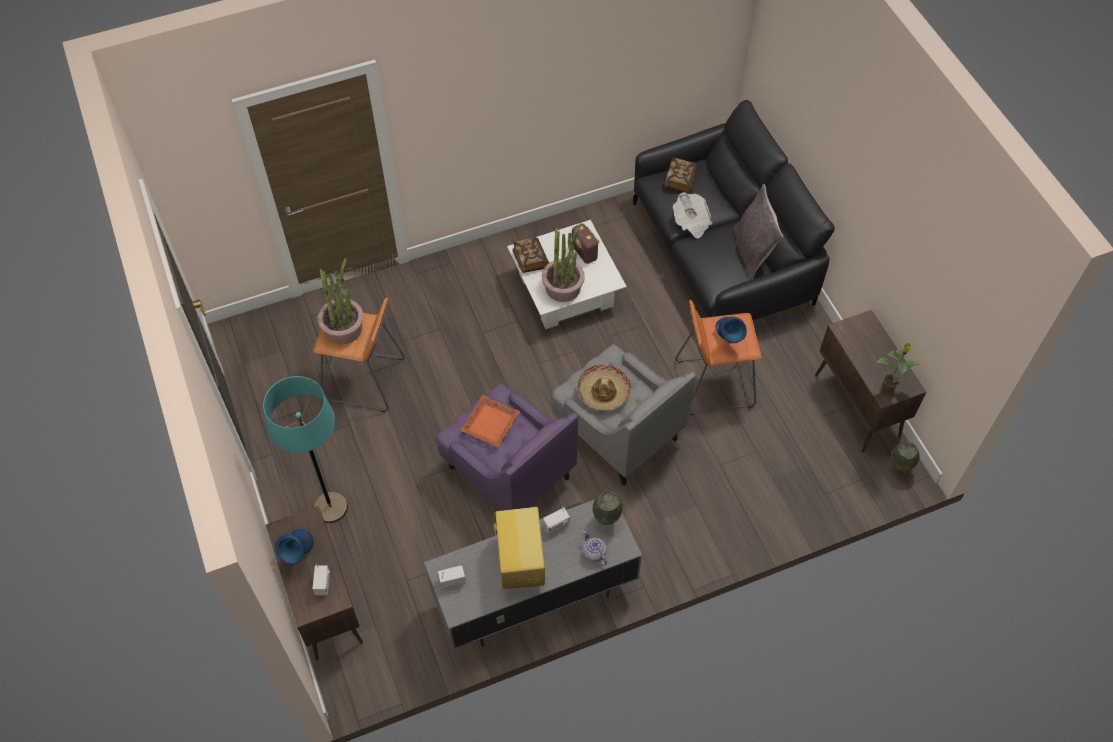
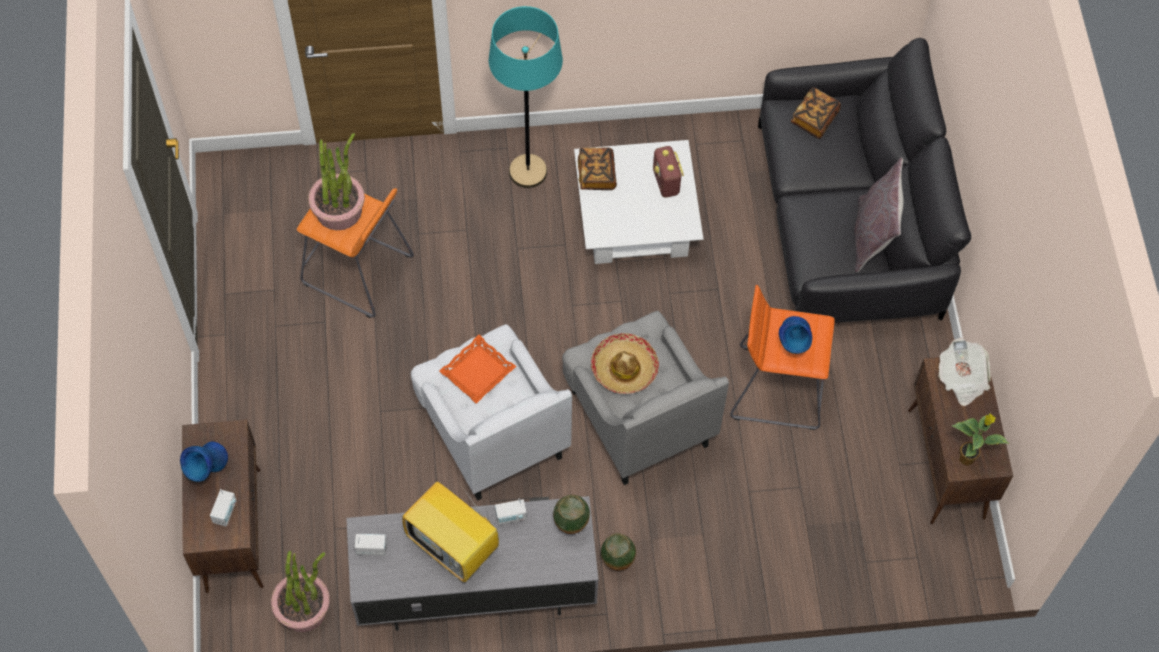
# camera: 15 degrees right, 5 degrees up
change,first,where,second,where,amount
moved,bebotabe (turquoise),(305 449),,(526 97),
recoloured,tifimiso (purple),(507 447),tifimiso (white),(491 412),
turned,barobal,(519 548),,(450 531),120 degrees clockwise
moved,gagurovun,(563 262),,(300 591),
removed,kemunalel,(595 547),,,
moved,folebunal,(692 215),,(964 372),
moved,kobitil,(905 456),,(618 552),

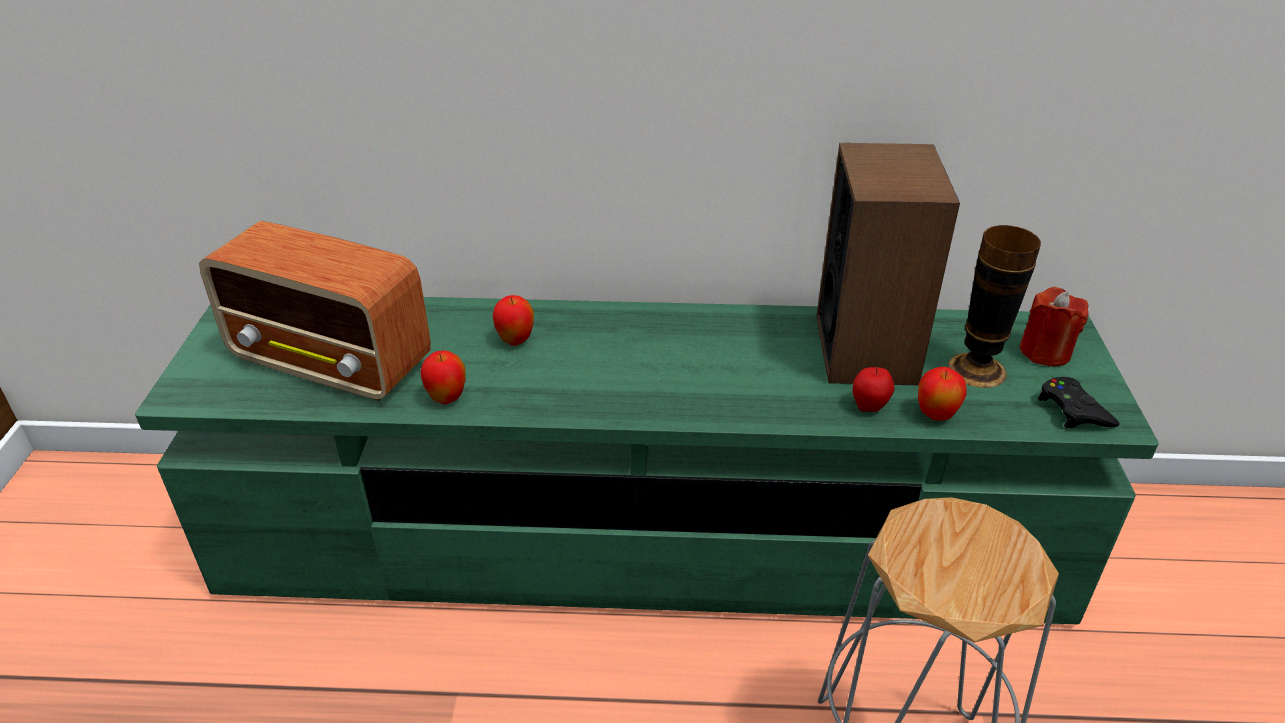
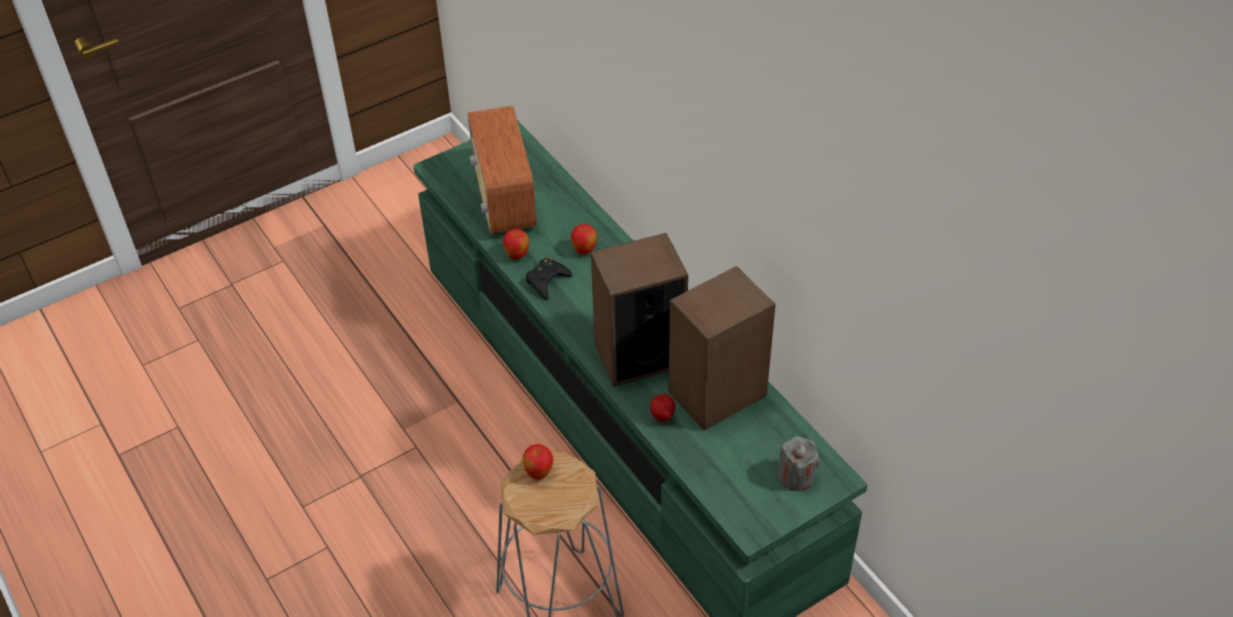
# camera: 55 degrees right, 10 degrees up
change,first,where,second,where,amount
moved,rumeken,(942 394),,(537 462),
removed,kobitil,(994 306),,,
recoloured,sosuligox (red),(1054 327),sosuligox (grey),(798 463),
moved,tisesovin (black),(1079 402),,(549 278),
added,,,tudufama,(639 310),

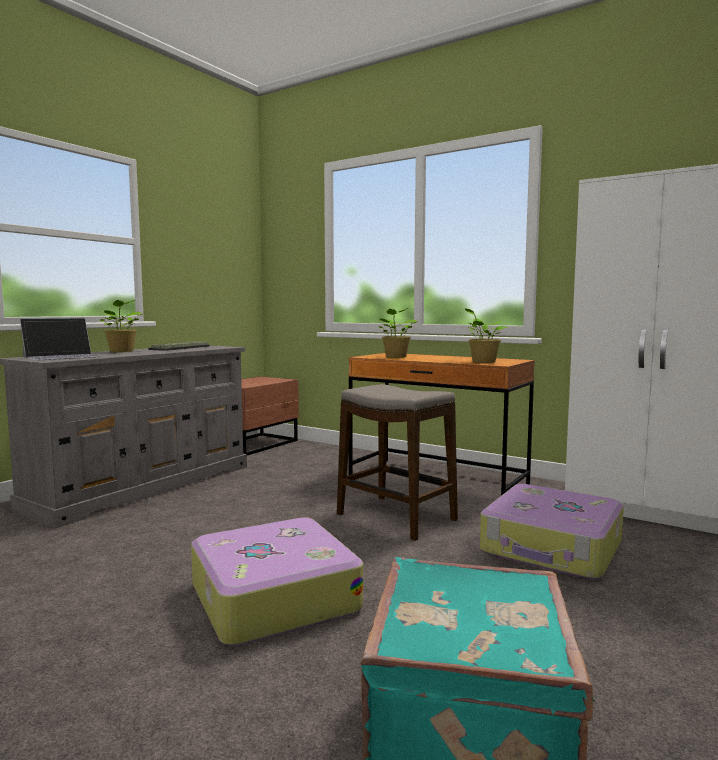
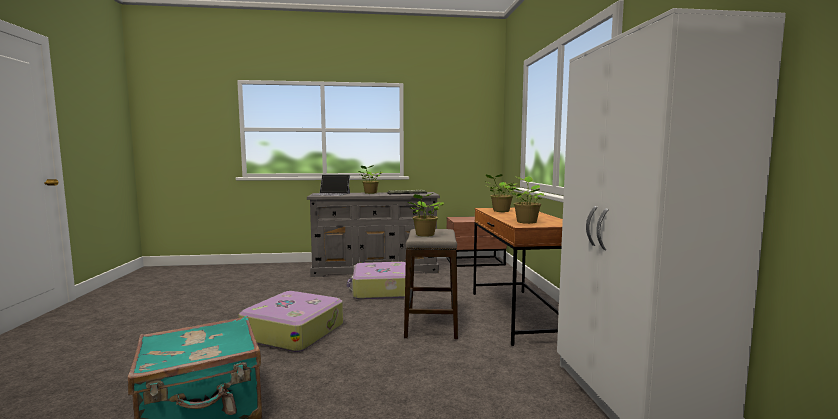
# camera: 50 degrees right, 0 degrees up
change,first,where,second,where,amount
moved,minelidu,(552 531),,(376 280),
added,,,gagurovun,(426 215),

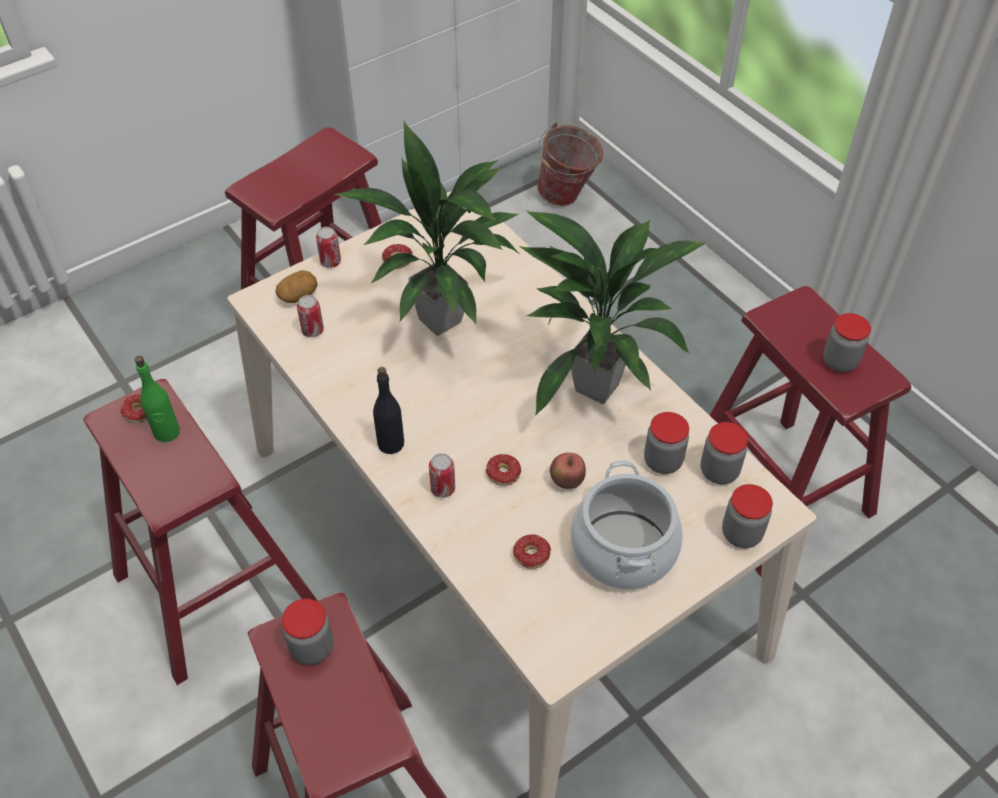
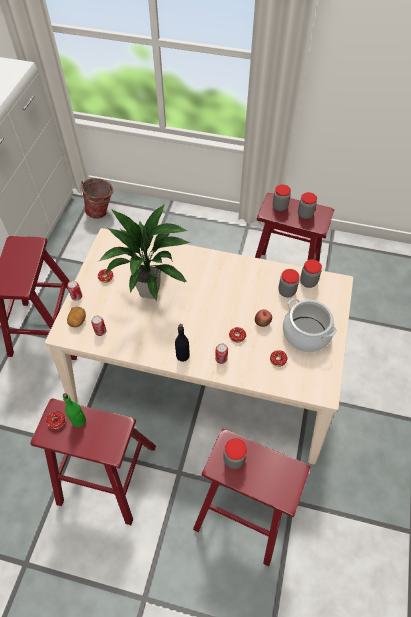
# camera: 40 degrees left, 5 degrees up
change,first,where,second,where,amount
removed,gagurovun,(613 313),,,
moved,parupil,(747 516),,(282 198),

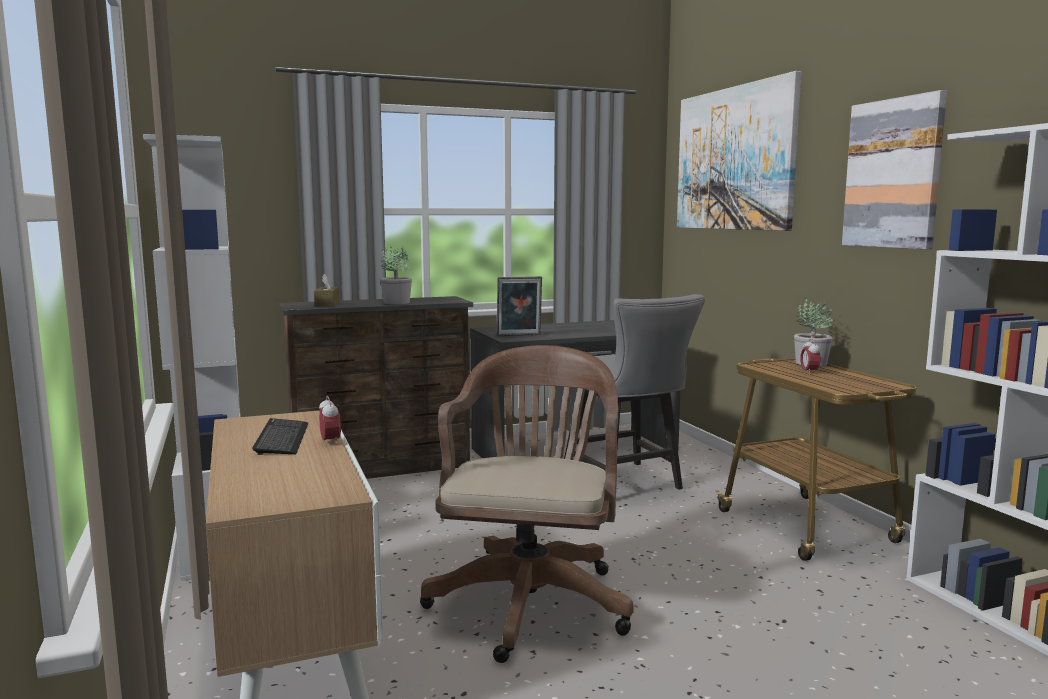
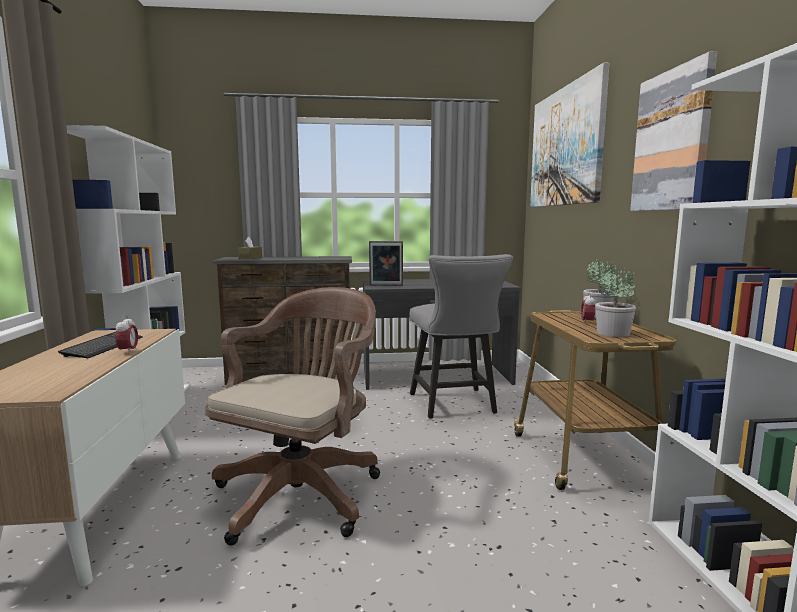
# camera: 15 degrees right, 0 degrees up
change,first,where,second,where,amount
moved,gagurovun,(396 274),,(615 301),

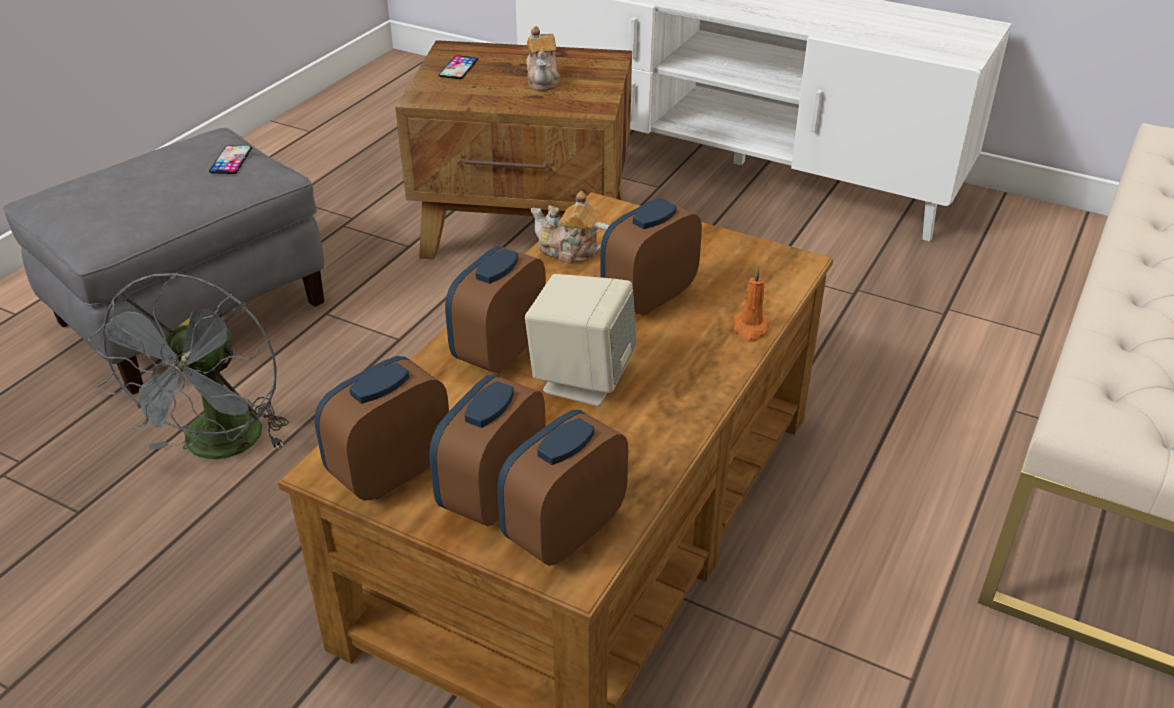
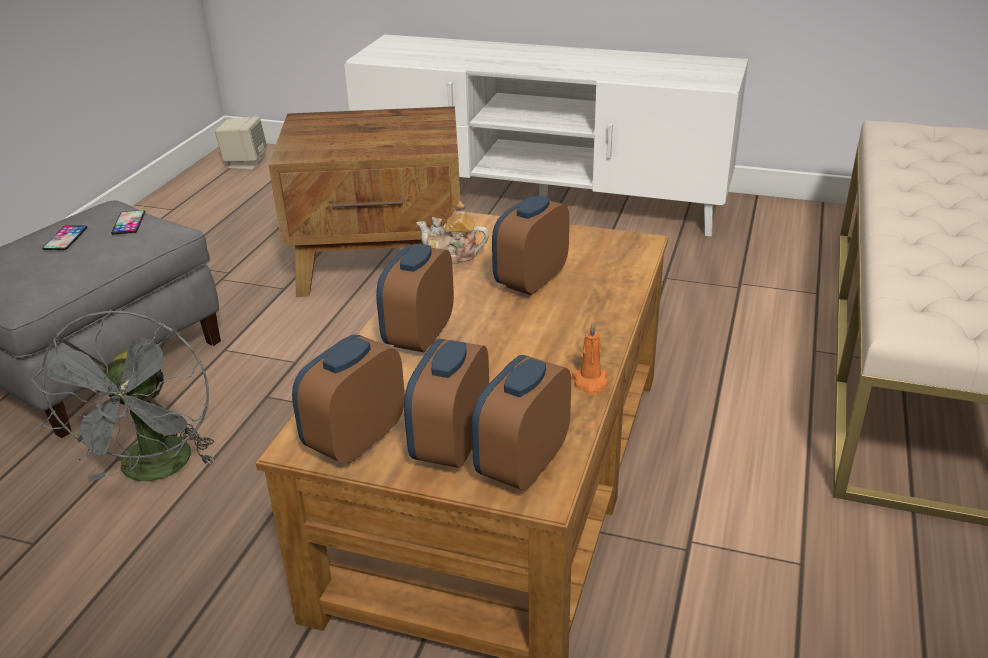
# camera: 10 degrees left, 5 degrees down
change,first,where,second,where,amount
moved,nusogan,(458 67),,(64 237),
moved,tudufama (beige),(581 340),,(241 143),
removed,kemunalel,(543 58),,,
moved,sosuligox (orange),(752 304),,(590 359),

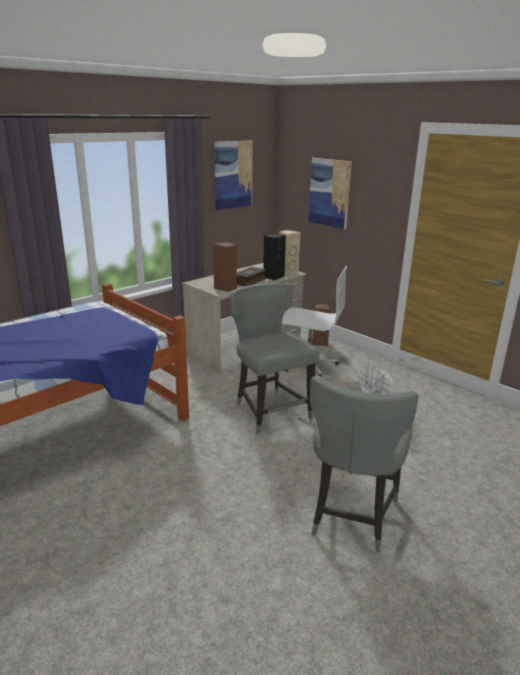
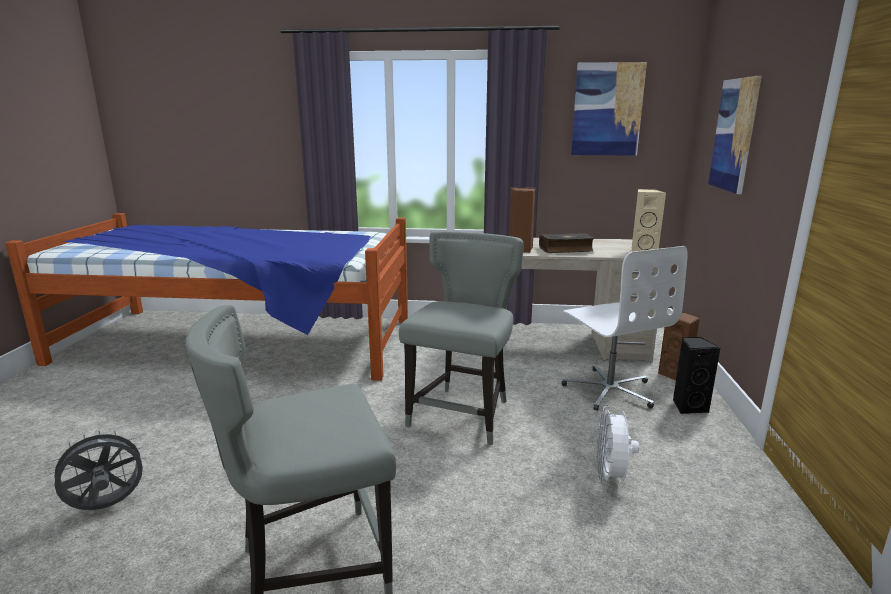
# camera: 50 degrees right, 5 degrees down
change,first,where,second,where,amount
moved,tudufama (black),(274 257),,(696 375),
added,,,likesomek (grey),(97 469),

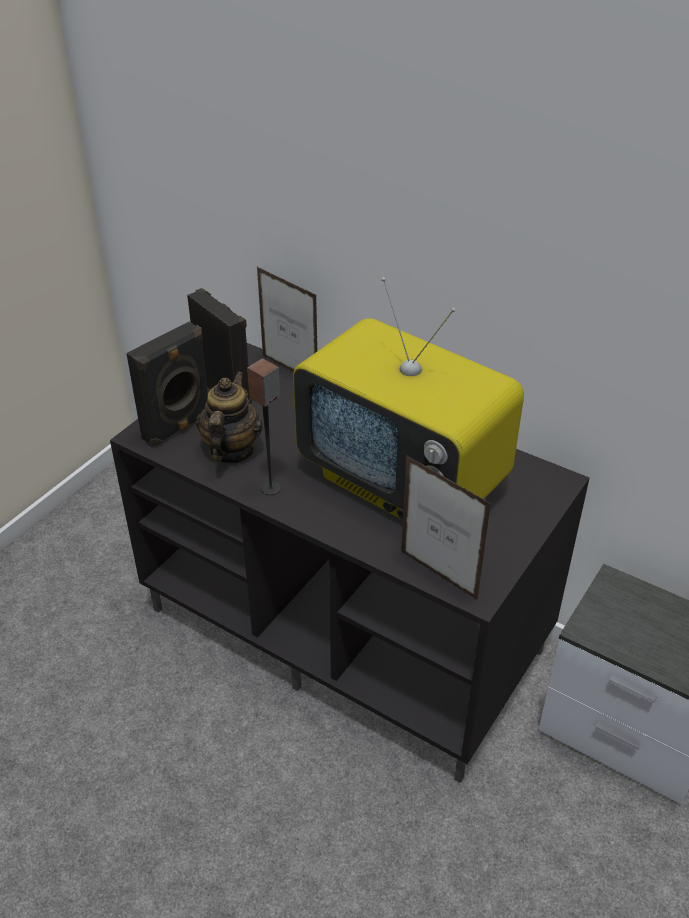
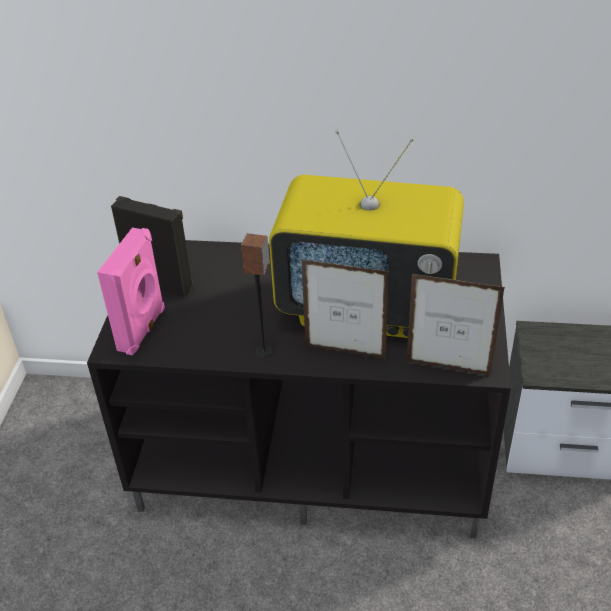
# camera: 25 degrees left, 0 degrees up
change,first,where,second,where,amount
recoloured,tudufama (black),(167 385),tudufama (pink),(131 291),
removed,kemunalel,(229 417),,,
moved,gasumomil,(287 319),,(345 308),

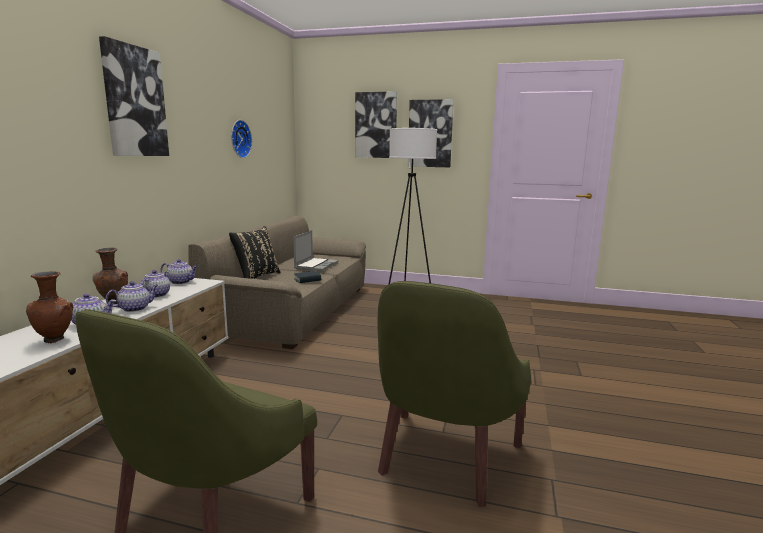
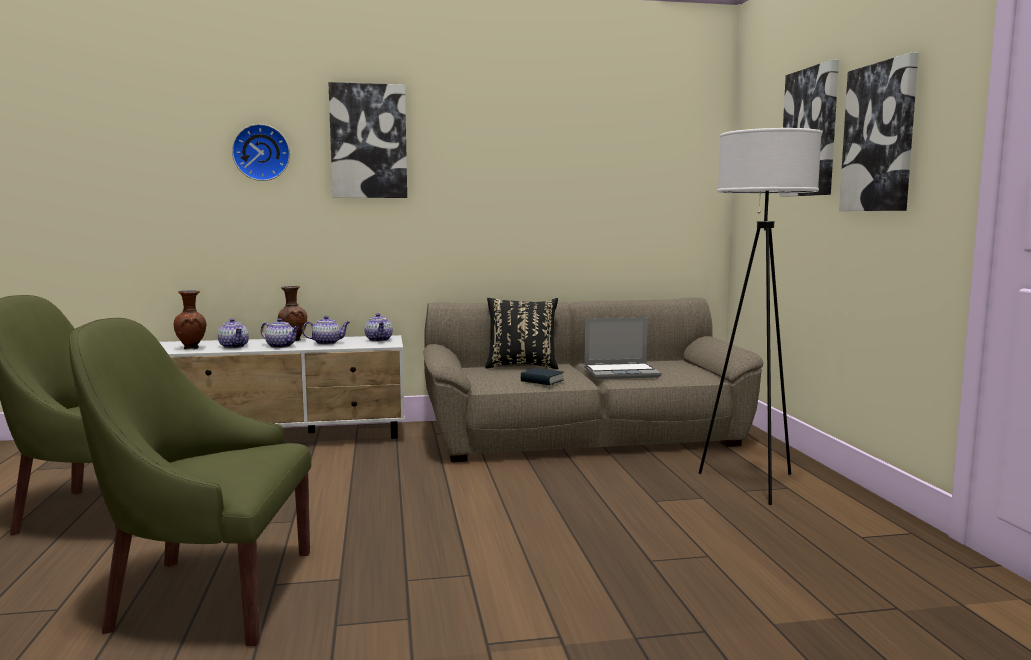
# camera: 65 degrees right, 5 degrees down
change,first,where,second,where,amount
moved,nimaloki,(241 139),,(261 152),

